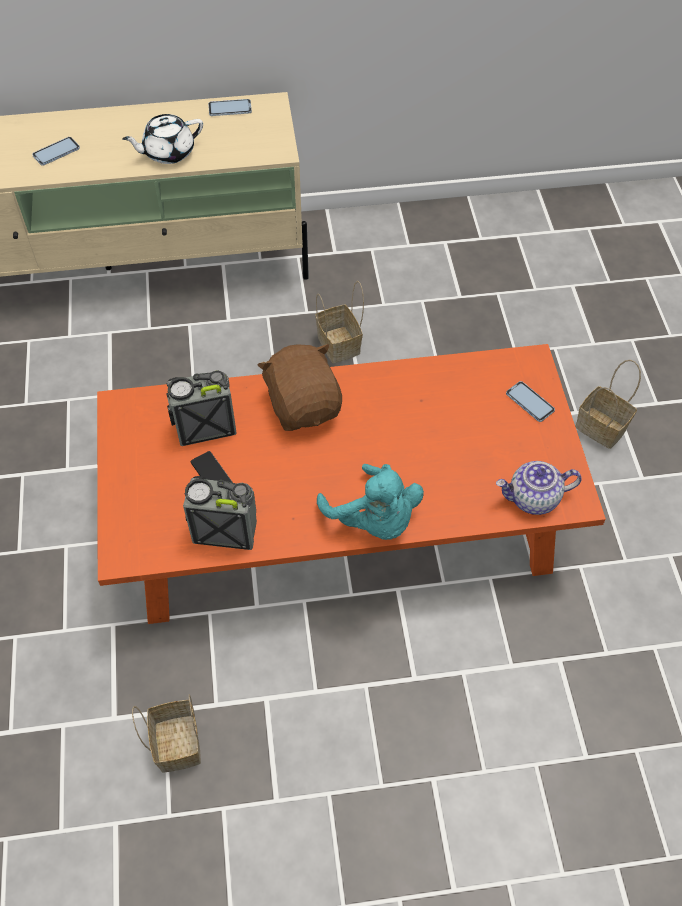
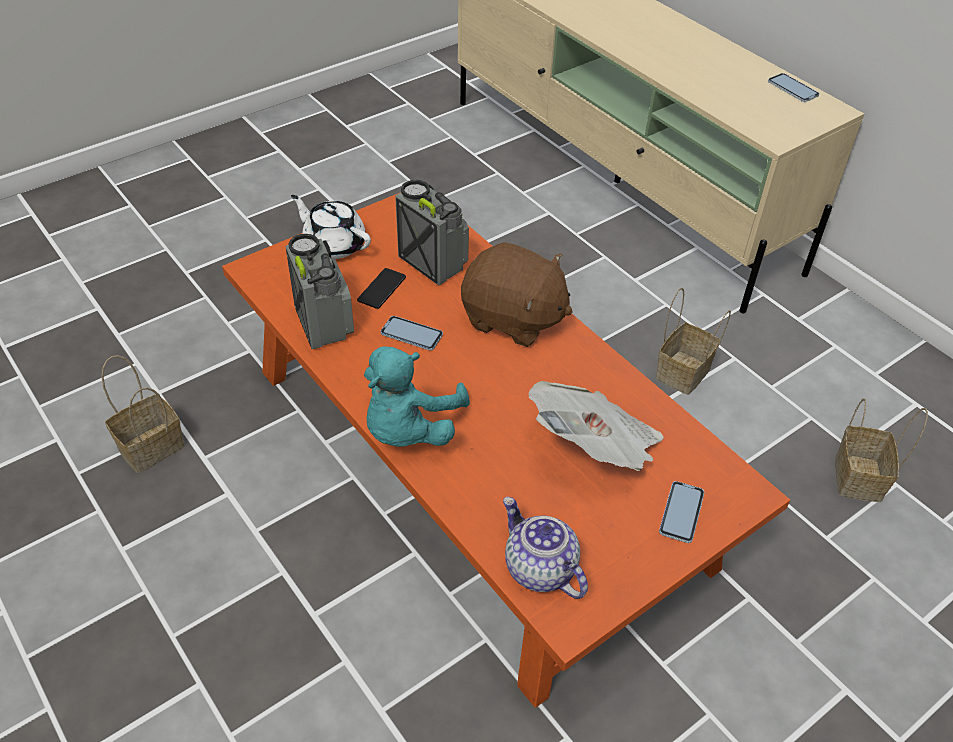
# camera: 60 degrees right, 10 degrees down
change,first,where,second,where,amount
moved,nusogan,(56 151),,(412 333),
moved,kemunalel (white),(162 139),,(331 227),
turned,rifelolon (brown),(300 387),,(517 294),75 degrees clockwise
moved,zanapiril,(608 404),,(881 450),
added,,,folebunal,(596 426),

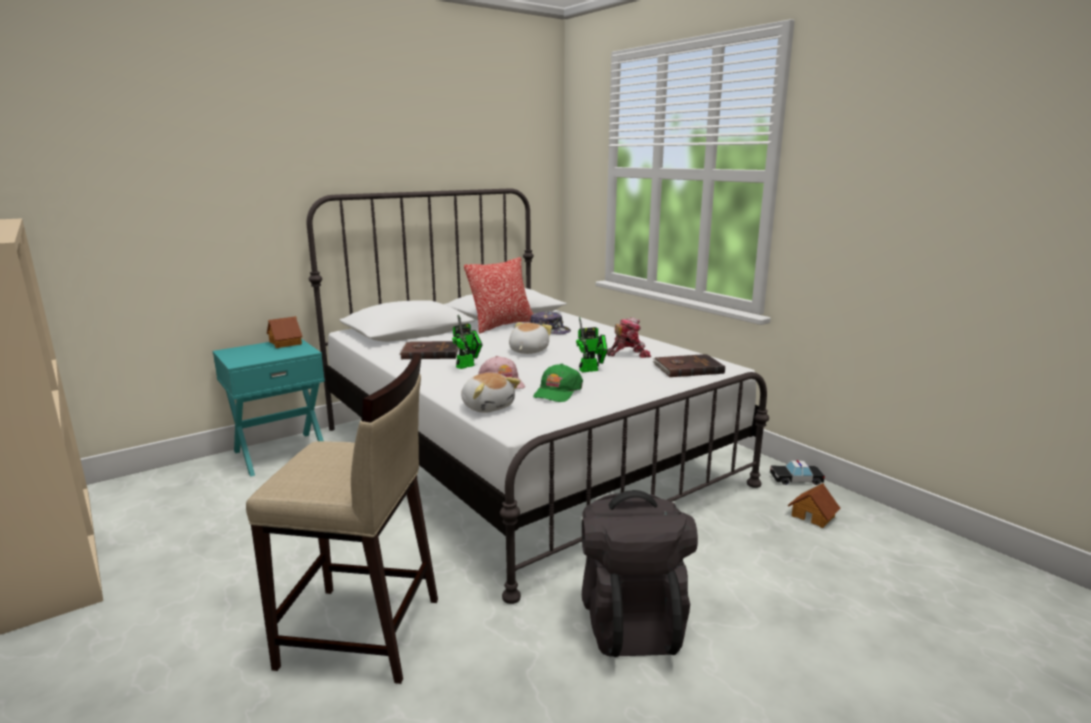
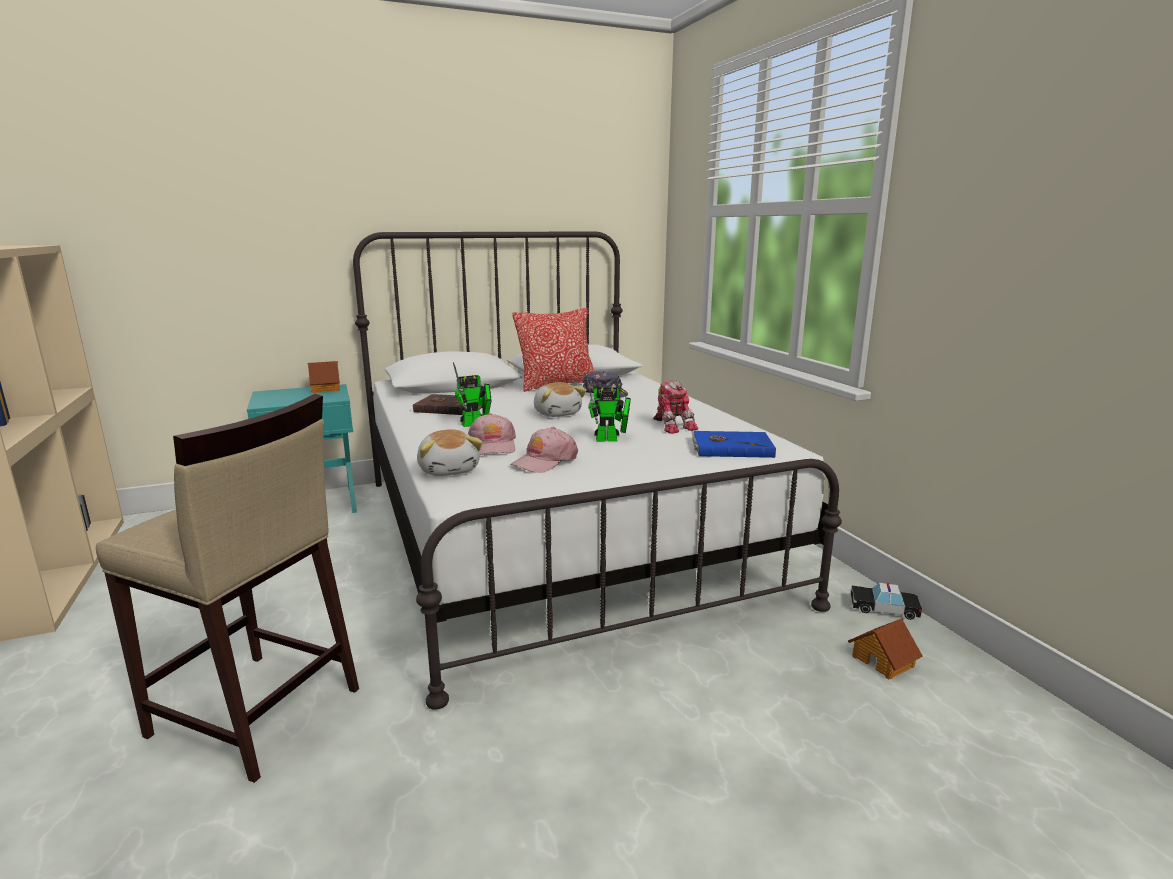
# camera: 15 degrees right, 0 degrees up
change,first,where,second,where,amount
turned,rifelolon,(530 338),,(560 399),120 degrees clockwise
recoloured,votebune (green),(558 383),votebune (pink),(544 450),
removed,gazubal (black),(640 573),,,
turned,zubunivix,(629 337),,(675 407),60 degrees clockwise
recoloured,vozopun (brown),(689 365),vozopun (blue),(734 444),

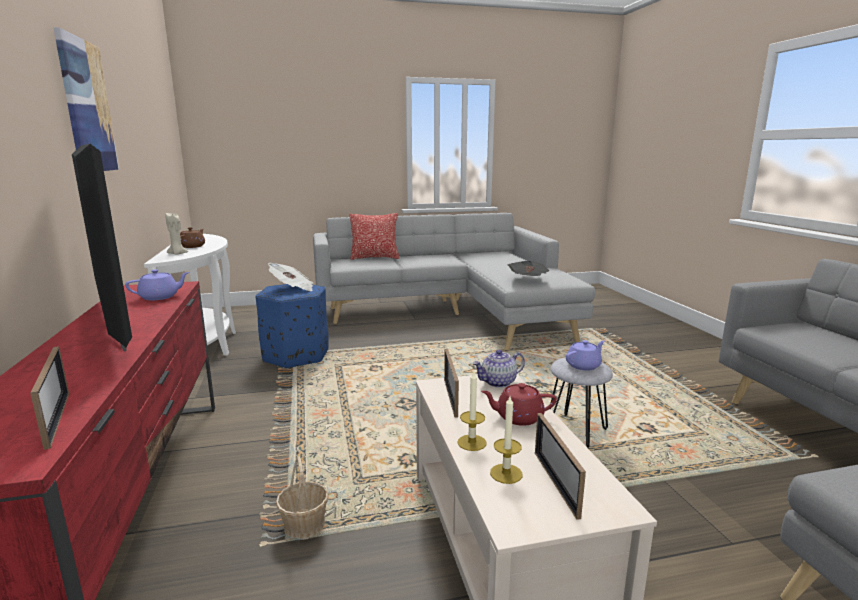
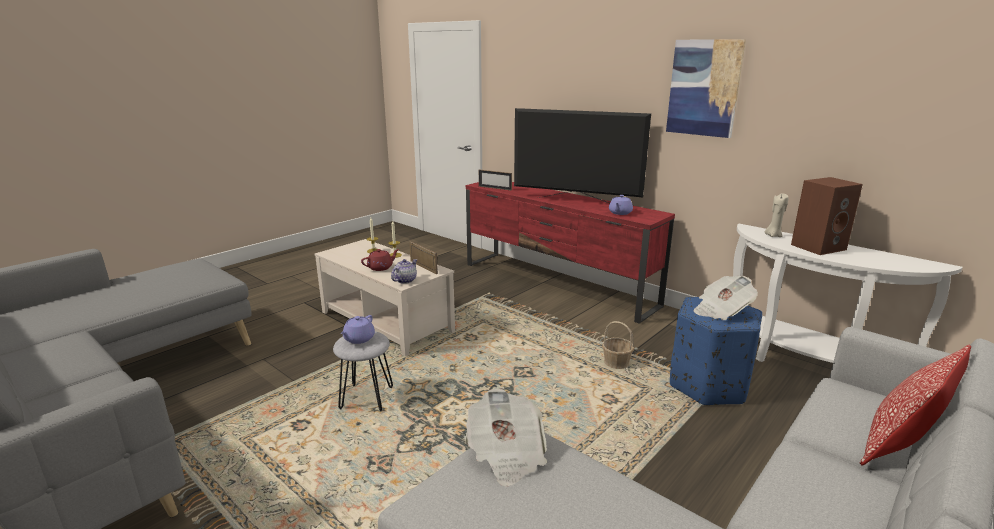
# camera: 145 degrees right, 5 degrees up
change,first,where,second,where,amount
replaced,kemunalel (brown),(192 237),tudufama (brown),(827 216),
moved,zanapiril,(302 498),,(618 345),
removed,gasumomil,(560 466),,,

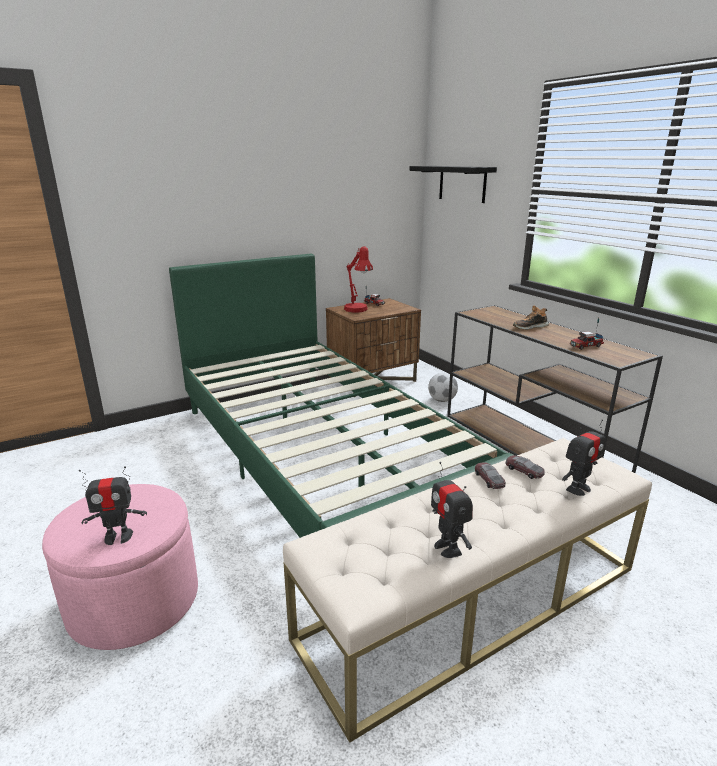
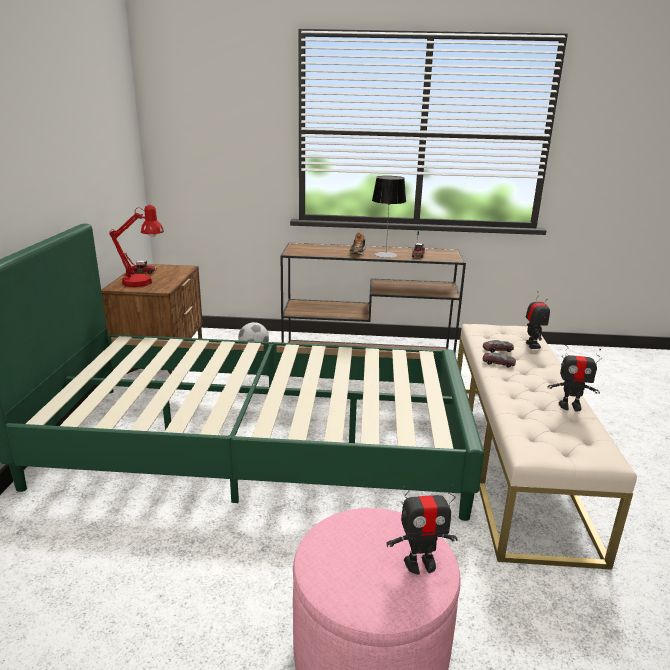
# camera: 55 degrees left, 0 degrees up
change,first,where,second,where,amount
turned,zubunivix,(113 506),,(422 530),60 degrees clockwise
removed,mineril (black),(453 184),,,
added,,,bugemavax,(389 217),

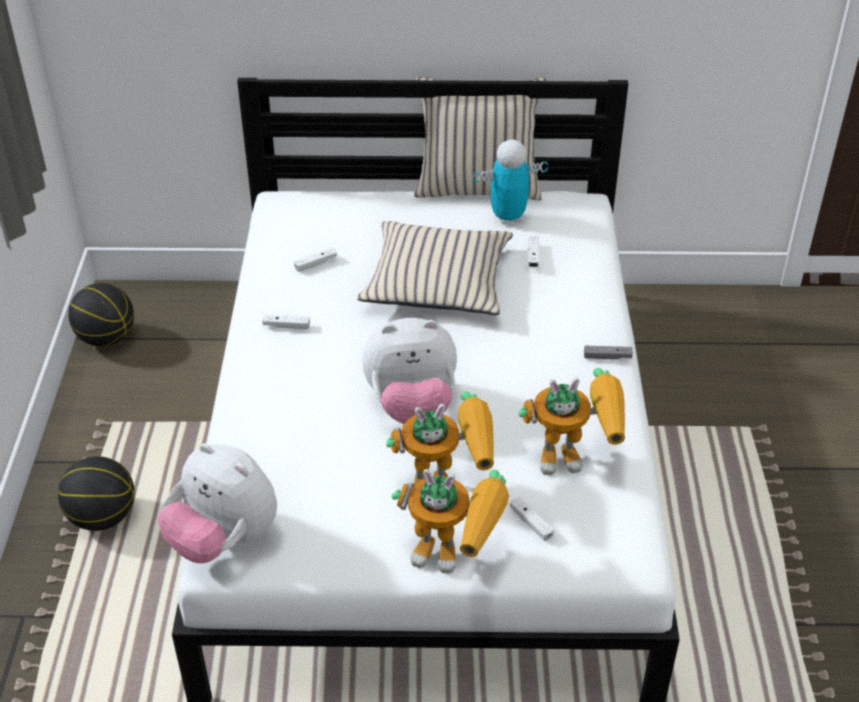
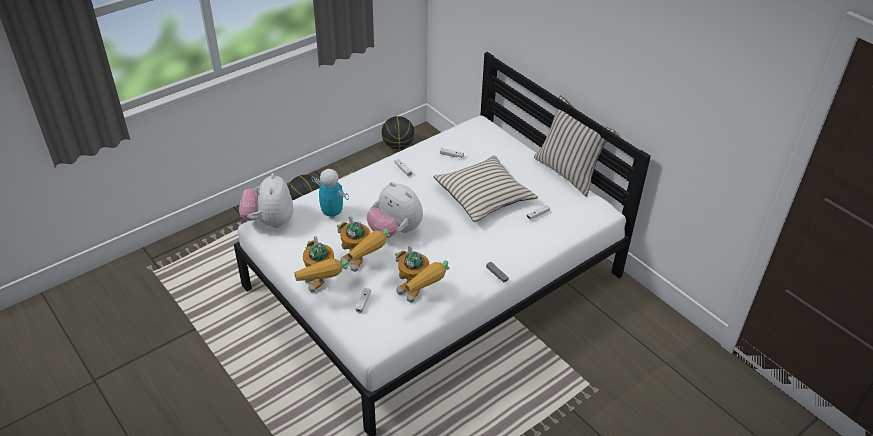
# camera: 50 degrees right, 0 degrees up
change,first,where,second,where,amount
moved,zubunivix,(510 181),,(330 194),

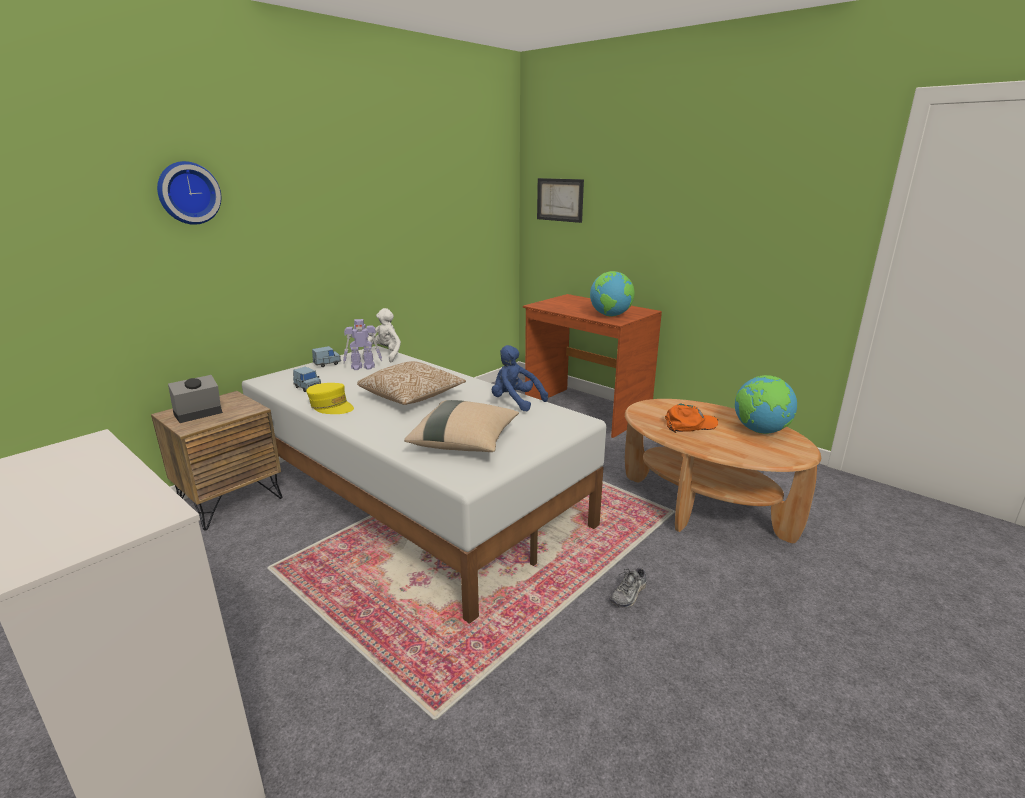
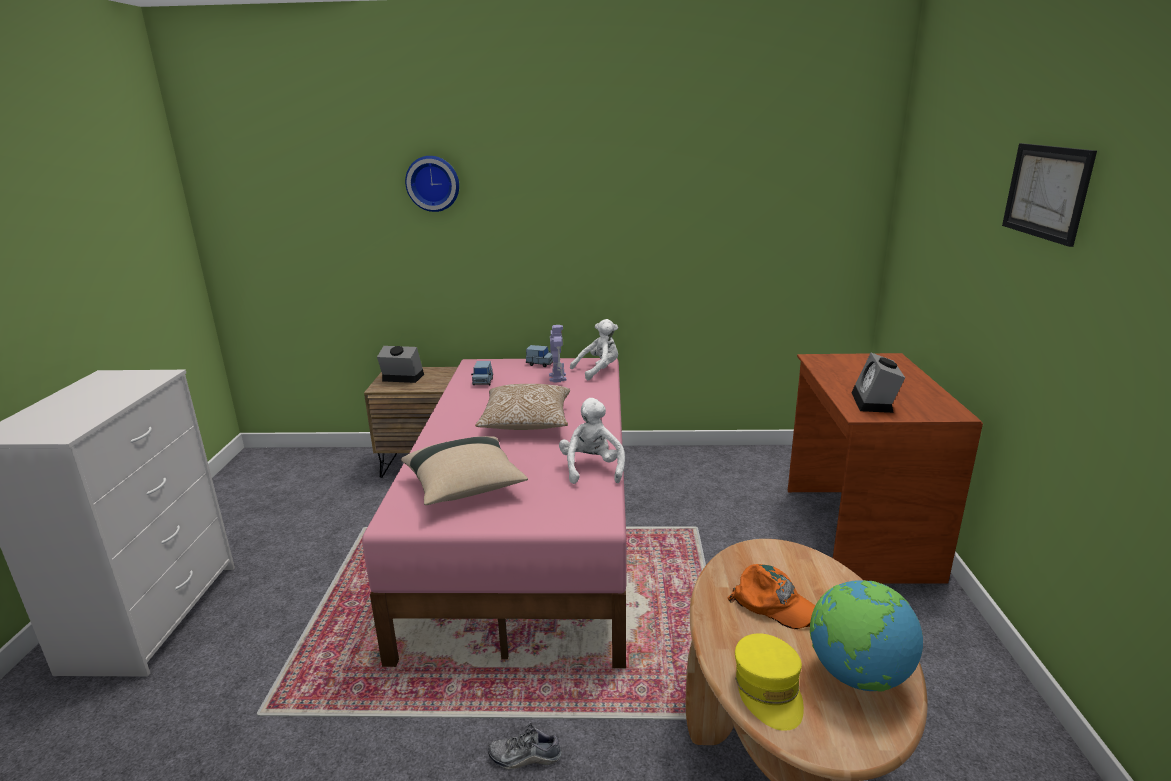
# camera: 50 degrees right, 0 degrees up
change,first,where,second,where,amount
recoloured,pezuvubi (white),(424 485),pezuvubi (pink),(494 513),
moved,votebune (yellow),(330 398),,(769 682),
turned,zubunivix,(362 344),,(557 354),135 degrees counterclockwise
recoloured,rifelolon (blue),(520 378),rifelolon (white),(592 441),
moved,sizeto,(560 200),,(1049 195),
replaced,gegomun,(612 293),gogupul,(878 383),

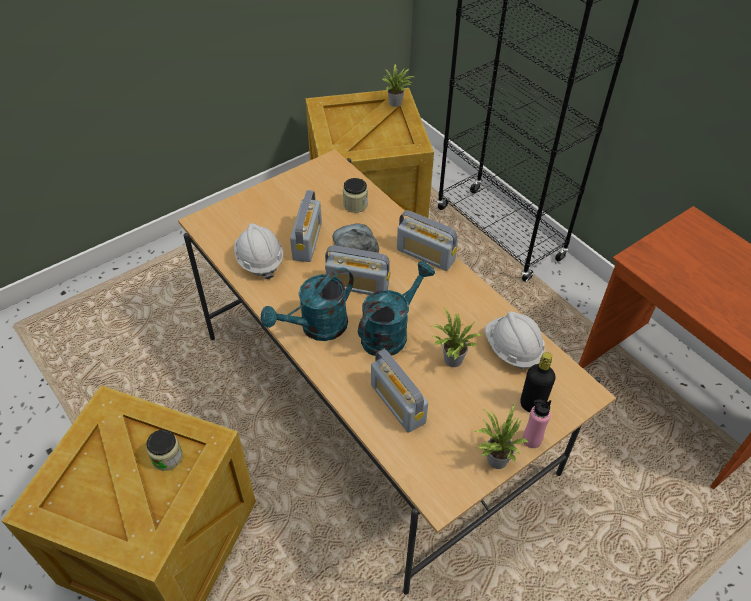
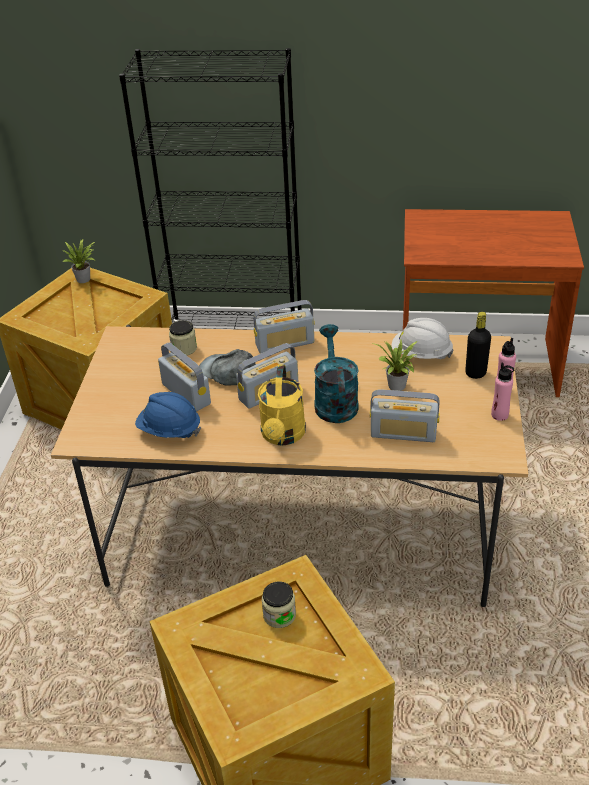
# camera: 45 degrees left, 10 degrees down
change,first,where,second,where,amount
recoloured,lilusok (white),(258 251),lilusok (blue),(168 415),
recoloured,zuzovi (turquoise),(307 304),zuzovi (yellow),(282 405),
replaced,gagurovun,(501 436),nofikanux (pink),(502 391),

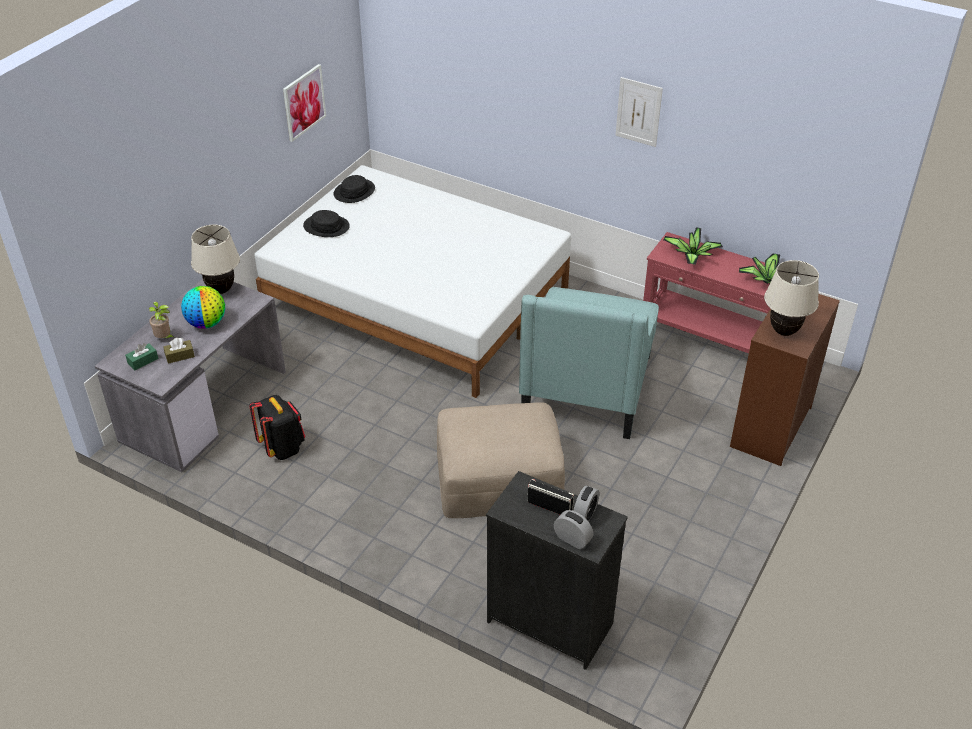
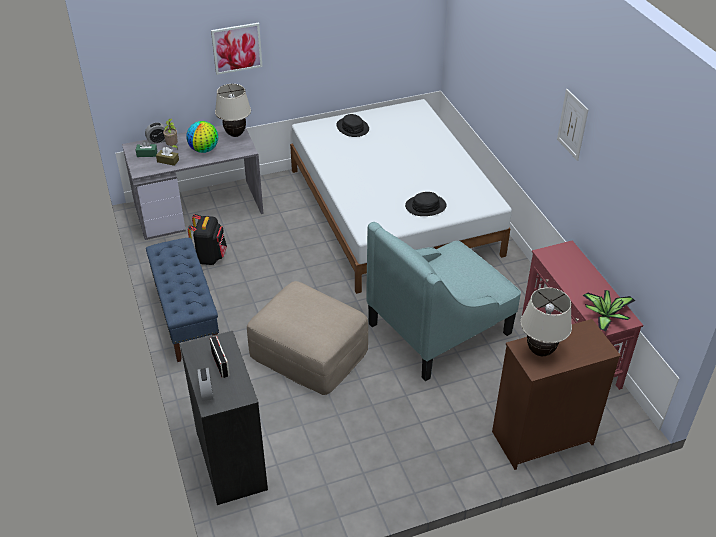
# camera: 40 degrees right, 0 degrees up
change,first,where,second,where,amount
moved,sizeto,(304 103),,(237 49),
moved,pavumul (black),(354 189),,(425 204),
moved,gogupul,(586 503),,(155 133),
removed,gagurovun,(693 246),,,
added,,,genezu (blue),(182 300),

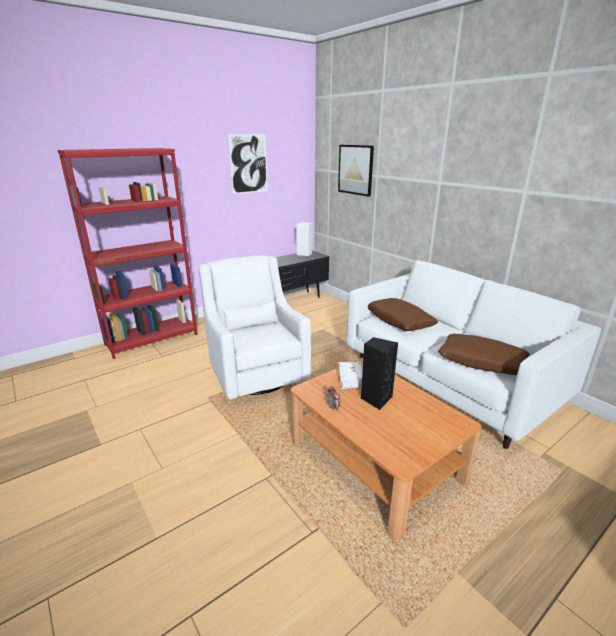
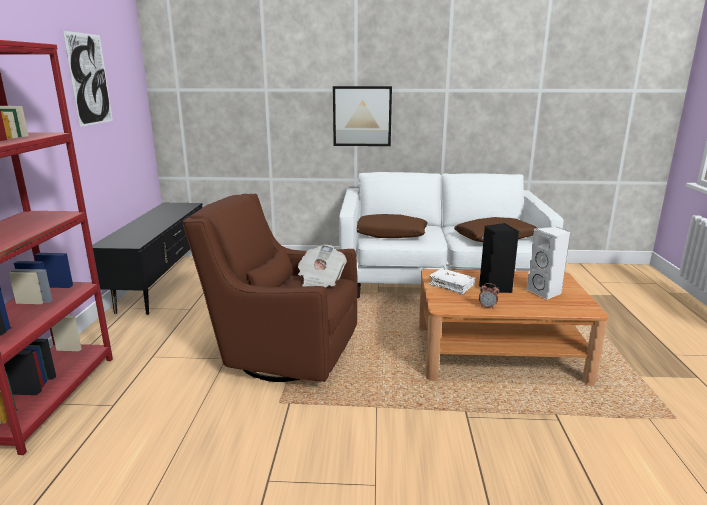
# camera: 50 degrees left, 5 degrees down
change,first,where,second,where,amount
recoloured,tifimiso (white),(255 327),tifimiso (brown),(270 288),
moved,tudufama (white),(304 239),,(548 263),
moved,sizeto,(356 171),,(362 116),
added,,,folebunal,(322 266),

